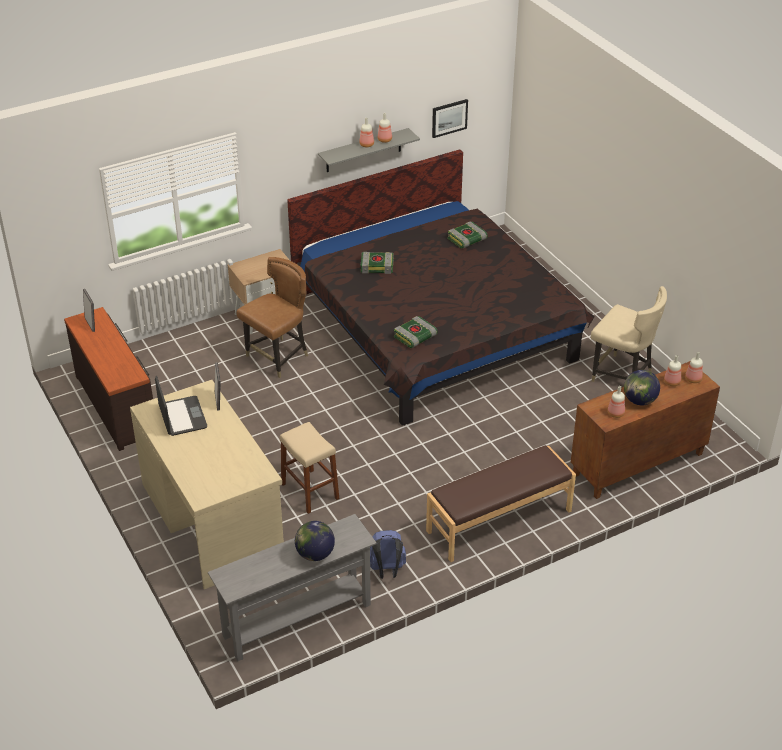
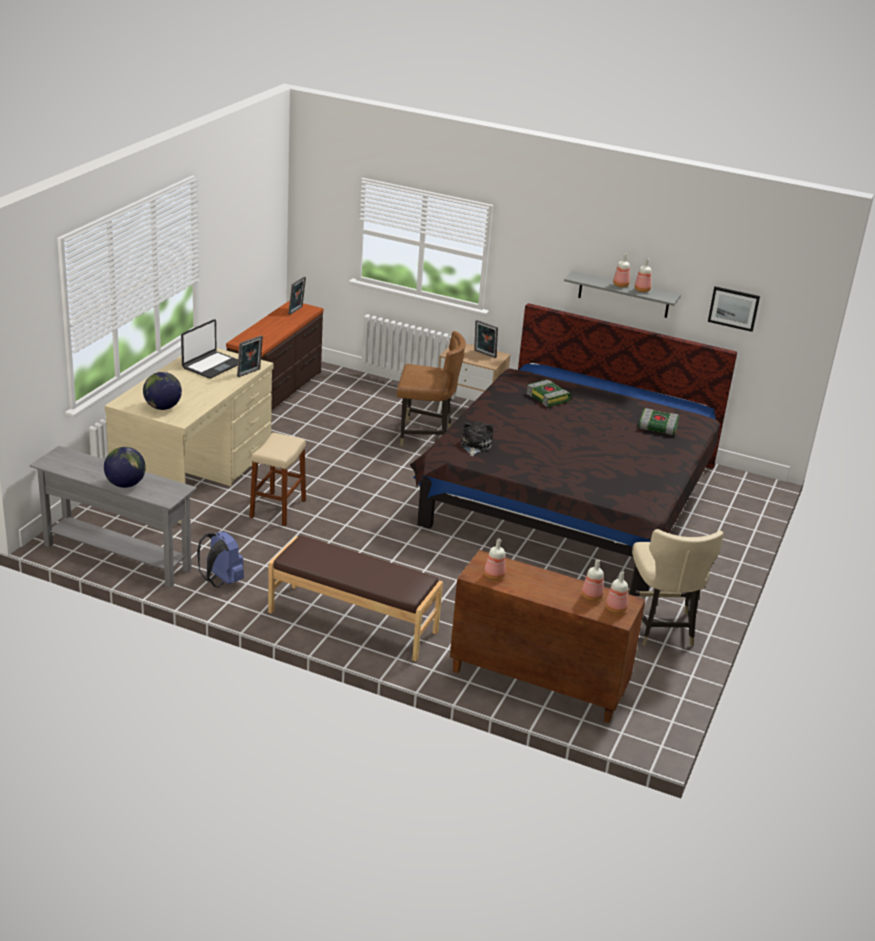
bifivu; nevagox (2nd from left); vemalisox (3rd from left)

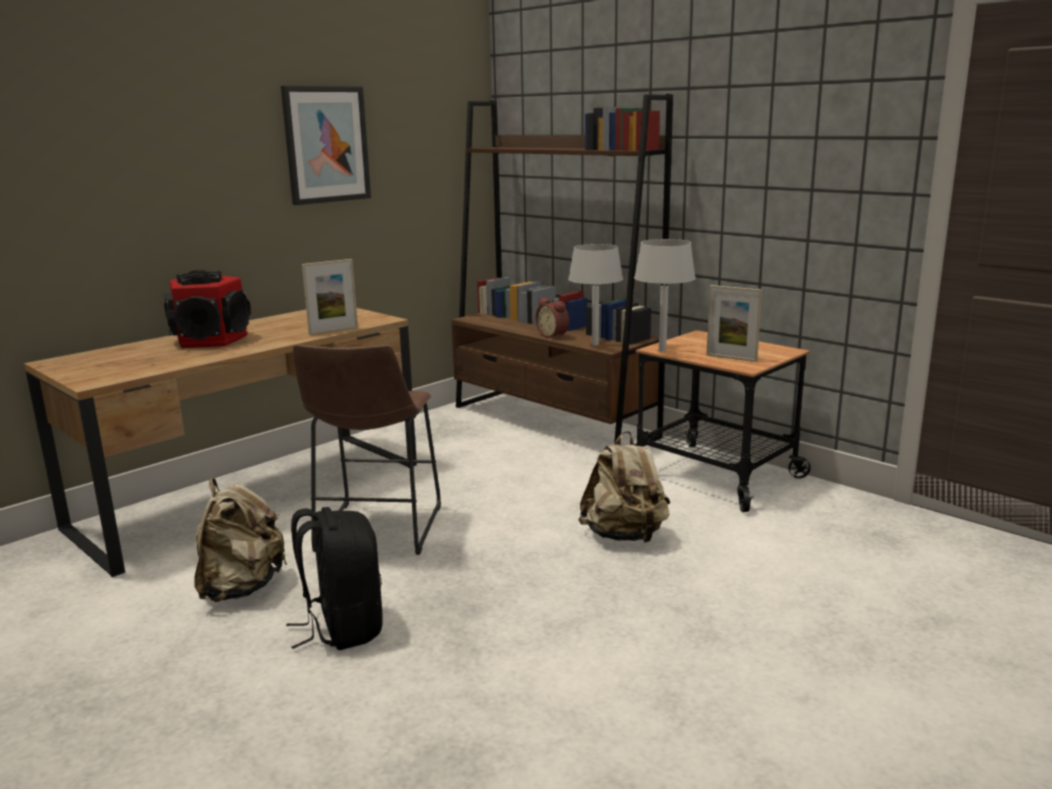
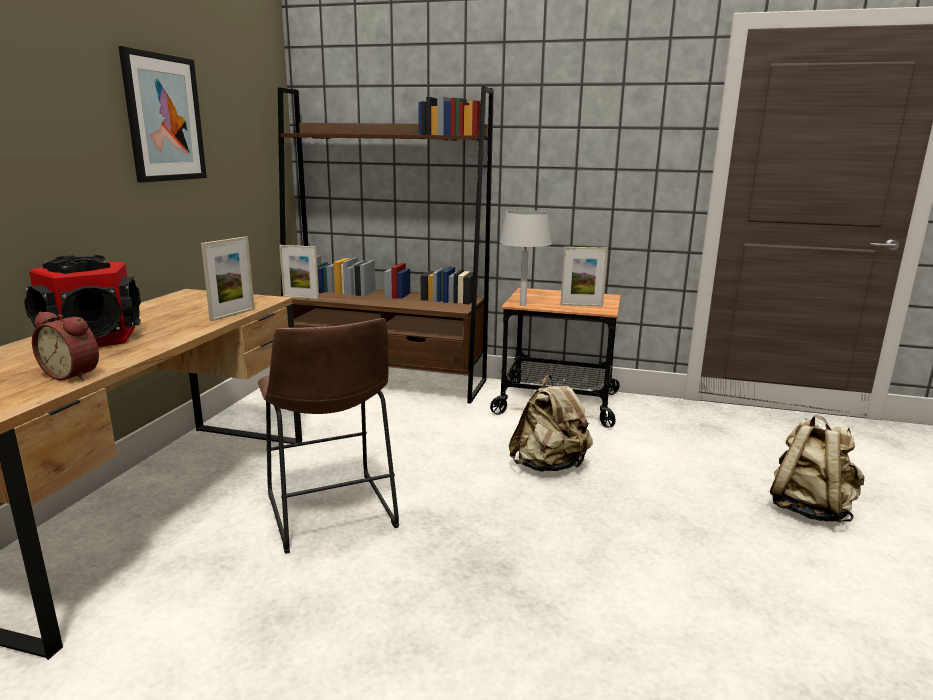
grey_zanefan (1st from left in the first image); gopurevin; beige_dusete (2nd from left); black_dusete; vemalisox (2nd from left)

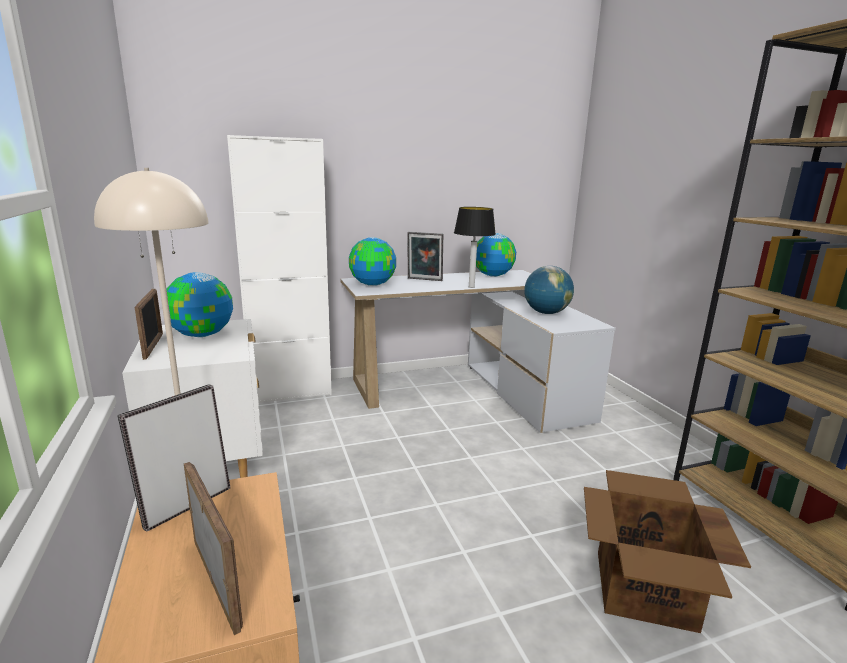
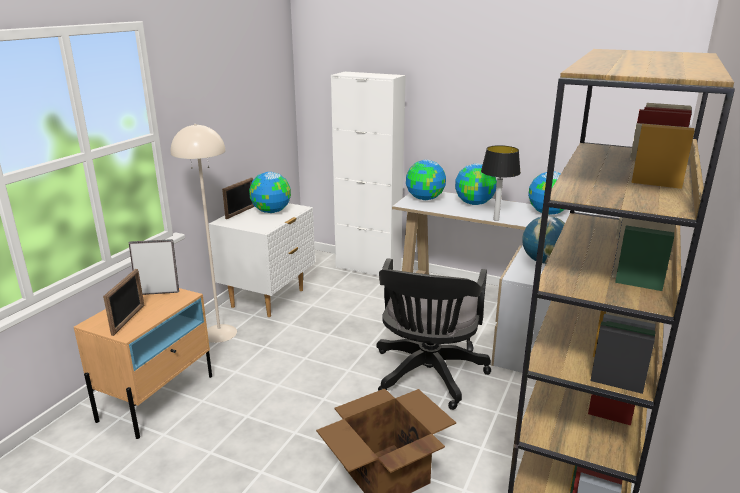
nevagox (3rd from left); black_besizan

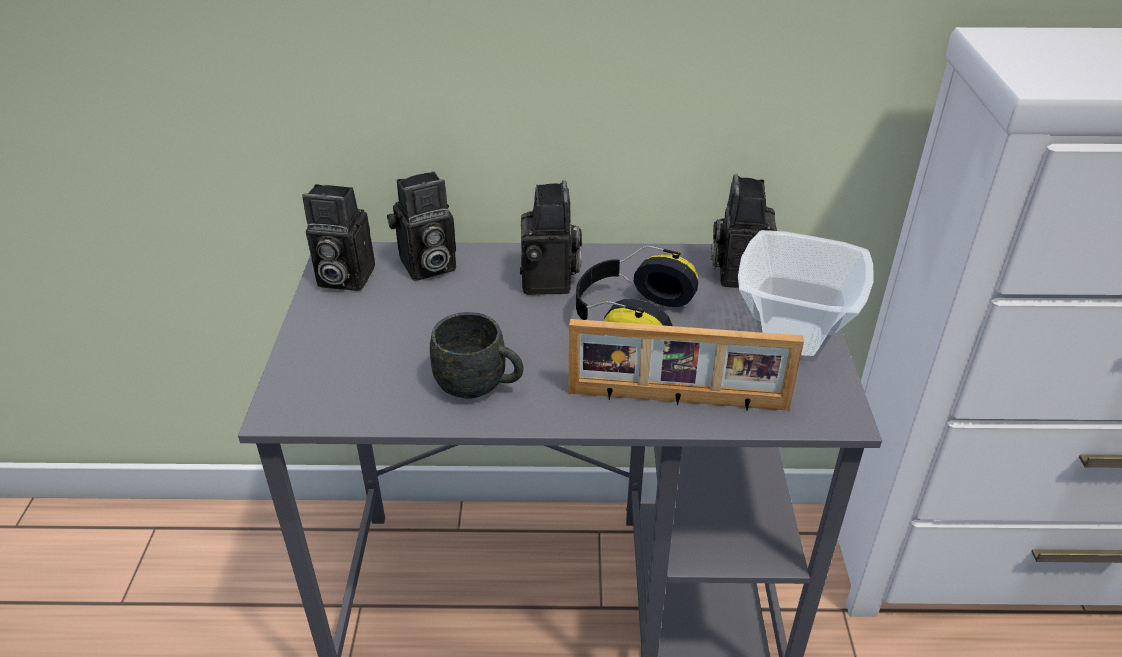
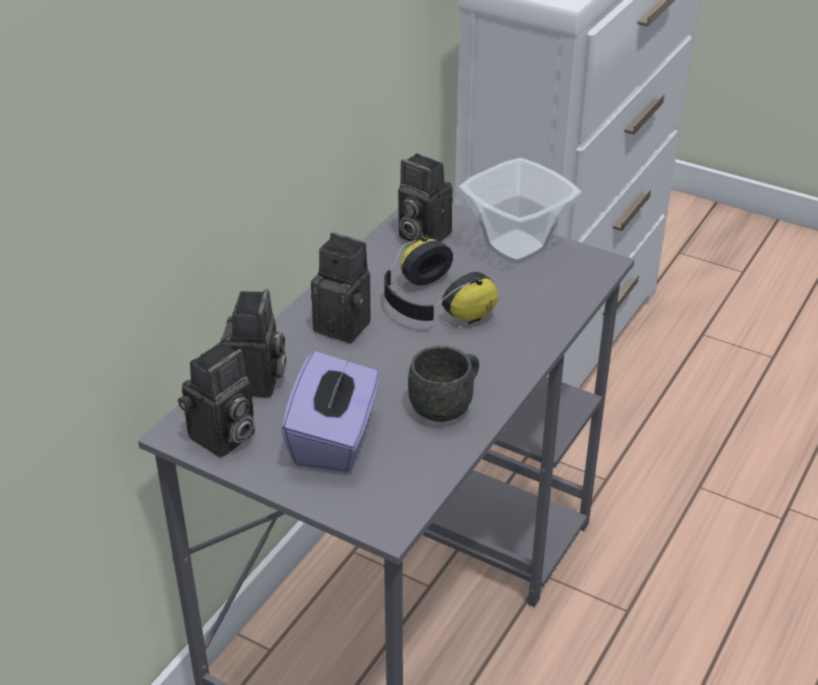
vemalisox; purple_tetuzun

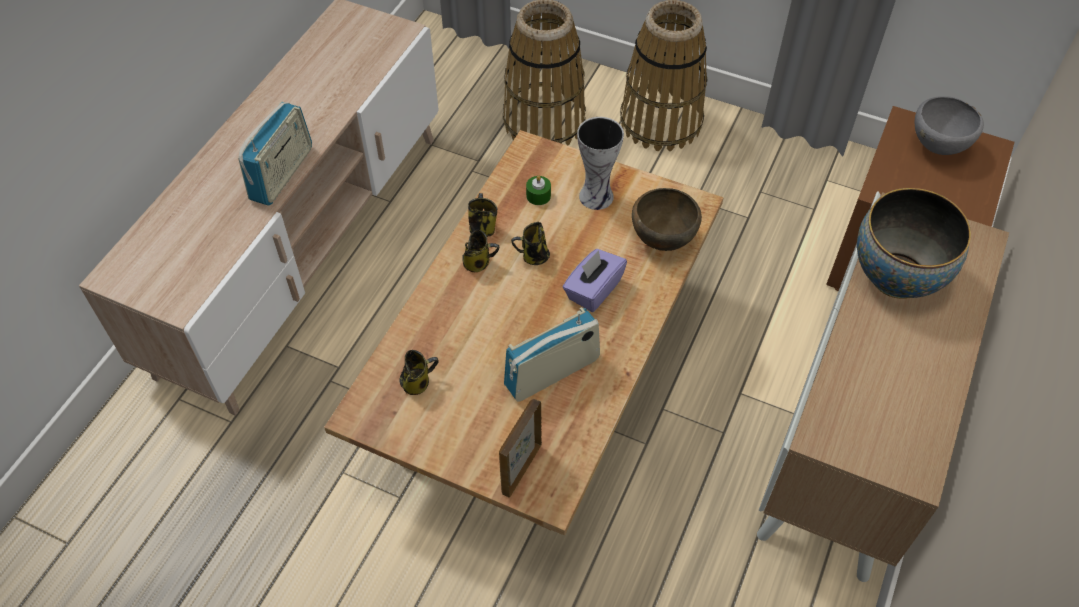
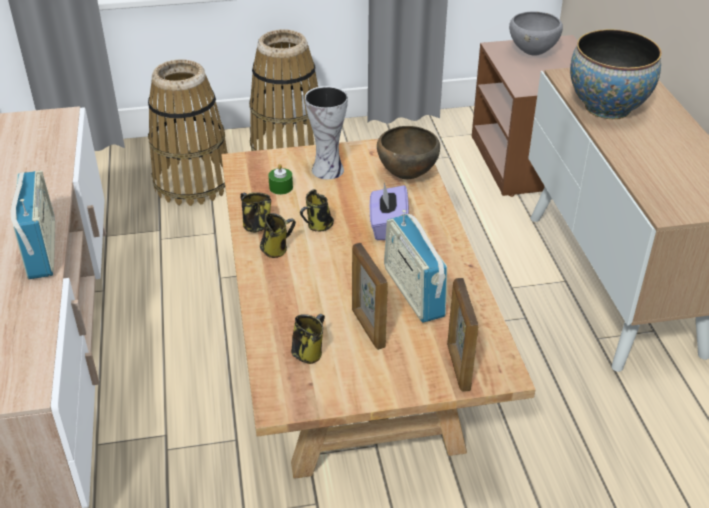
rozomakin (2nd from left); vemalisox (1st from left)

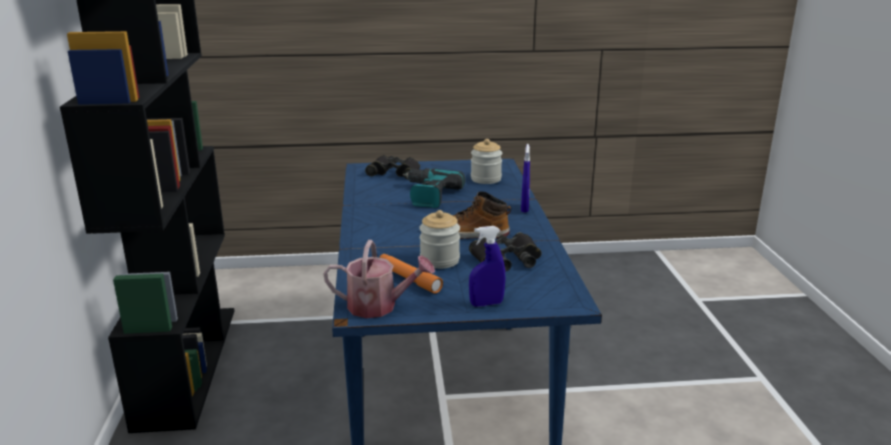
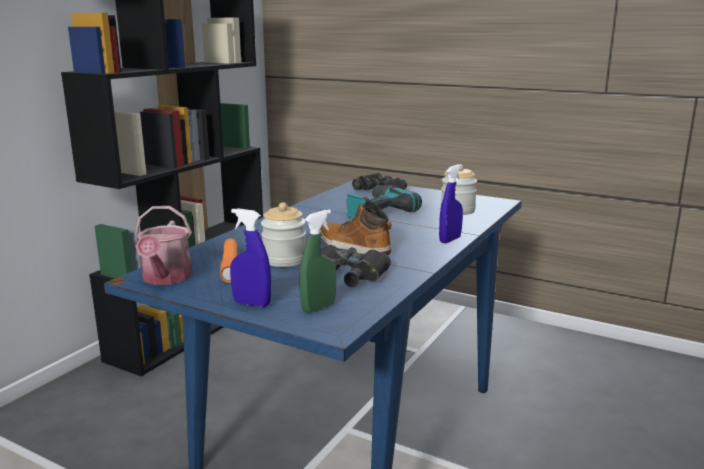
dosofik; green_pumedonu

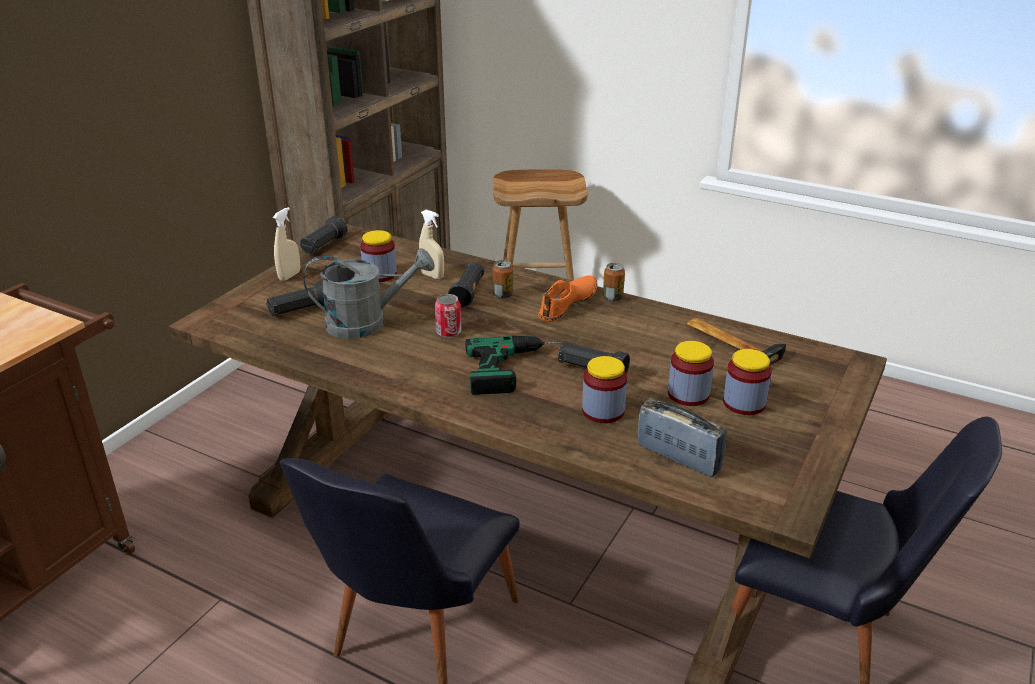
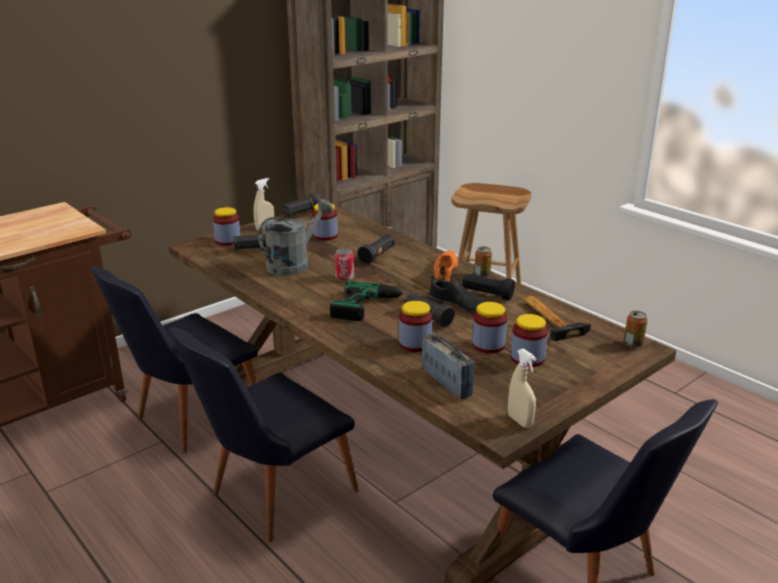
beige_pumedonu (2nd from left); grey_dosofik; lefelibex (3rd from left); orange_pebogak; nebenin (1st from left); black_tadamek (1st from left); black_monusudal (5th from left); black_pebogak

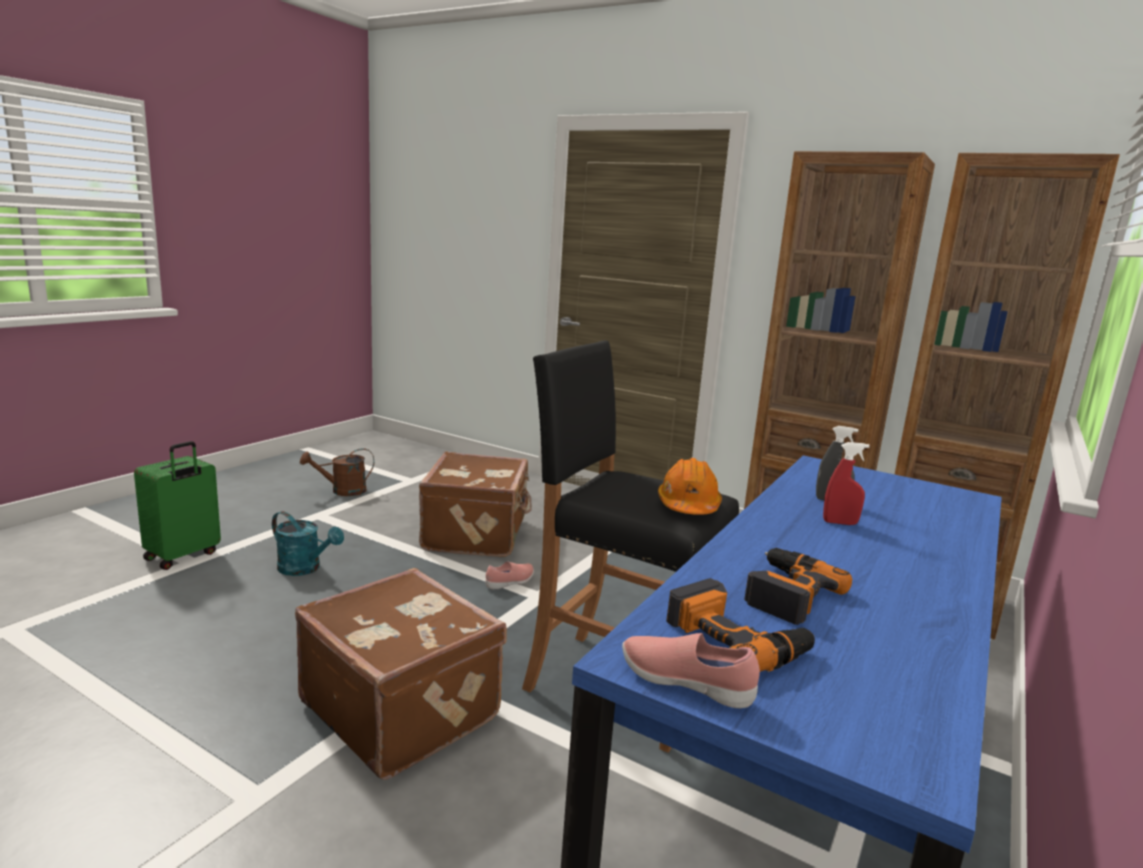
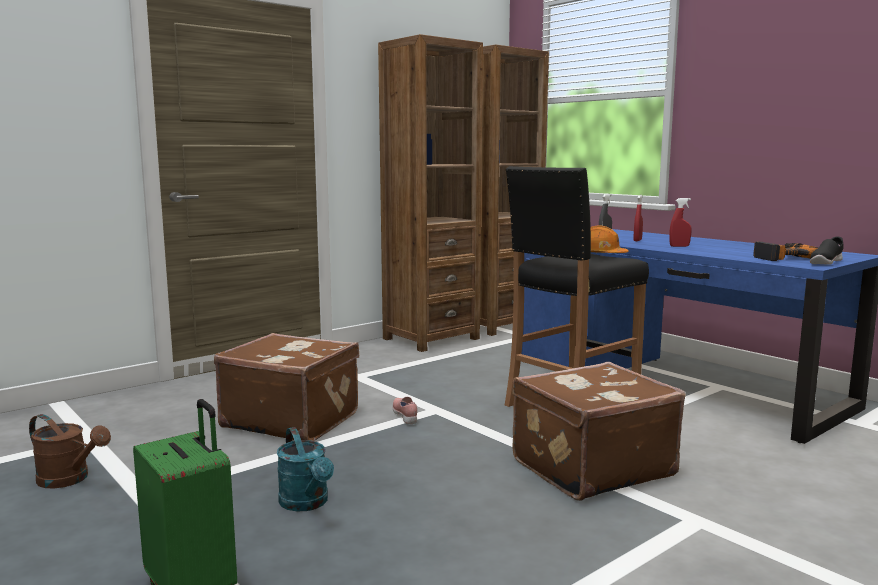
brown_dosofik; turquoise_dosofik; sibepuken (2nd from left in the first image); black_pebogak; red_pumedonu (2nd from left)

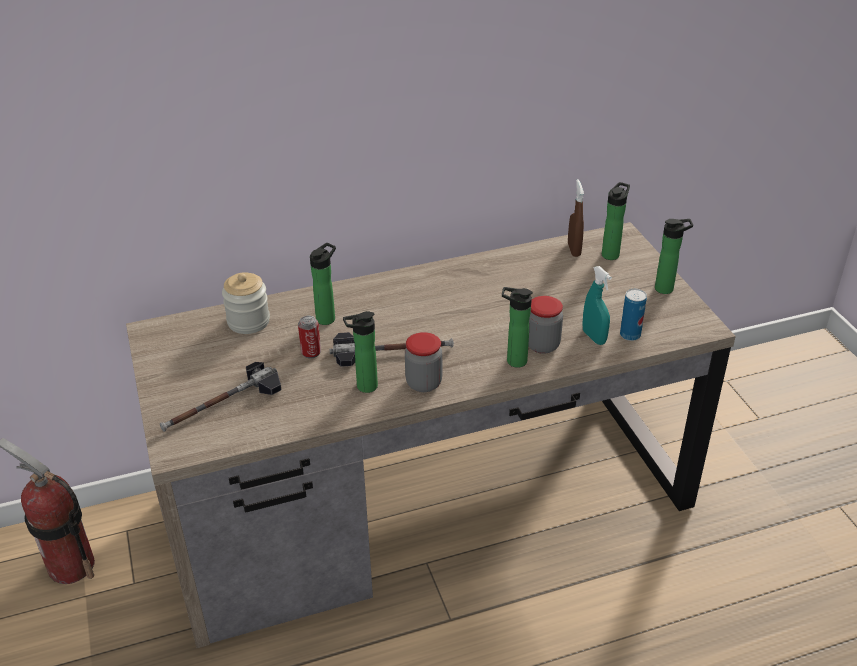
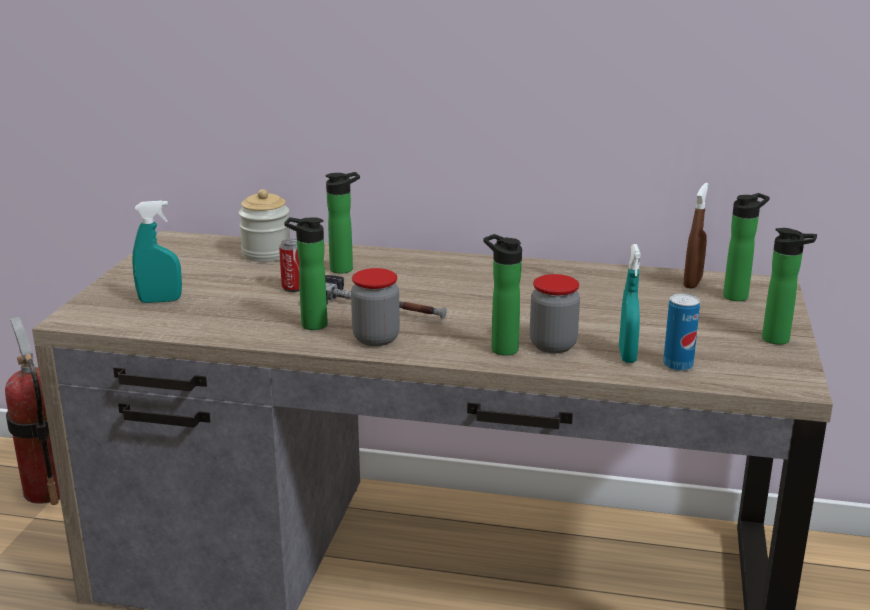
turquoise_pumedonu (1st from left)

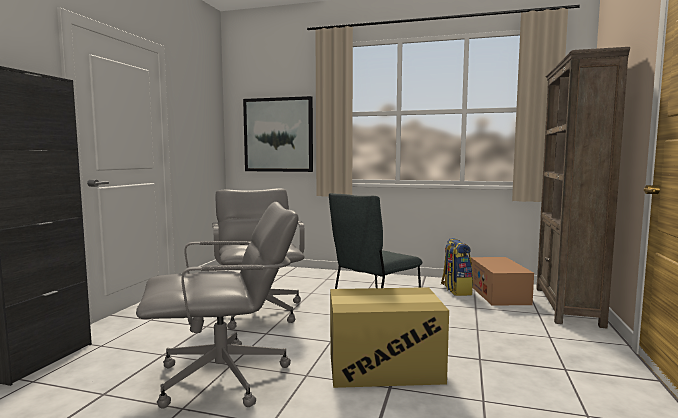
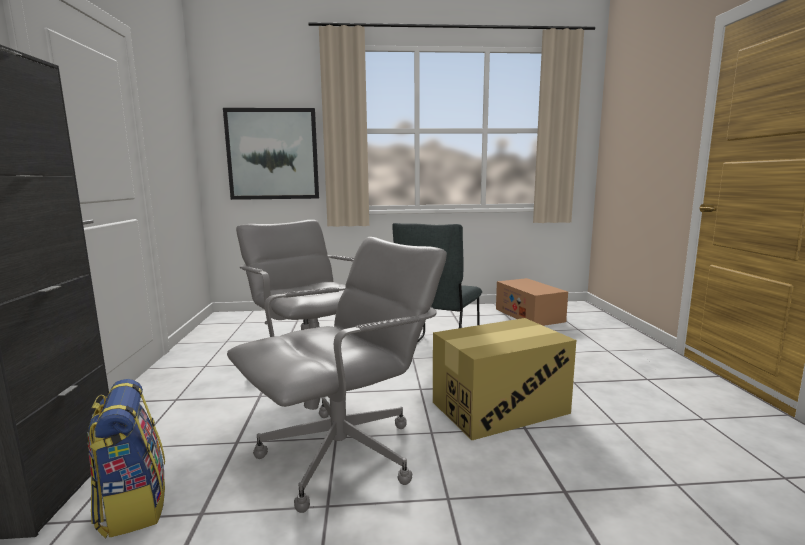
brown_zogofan; dusete

